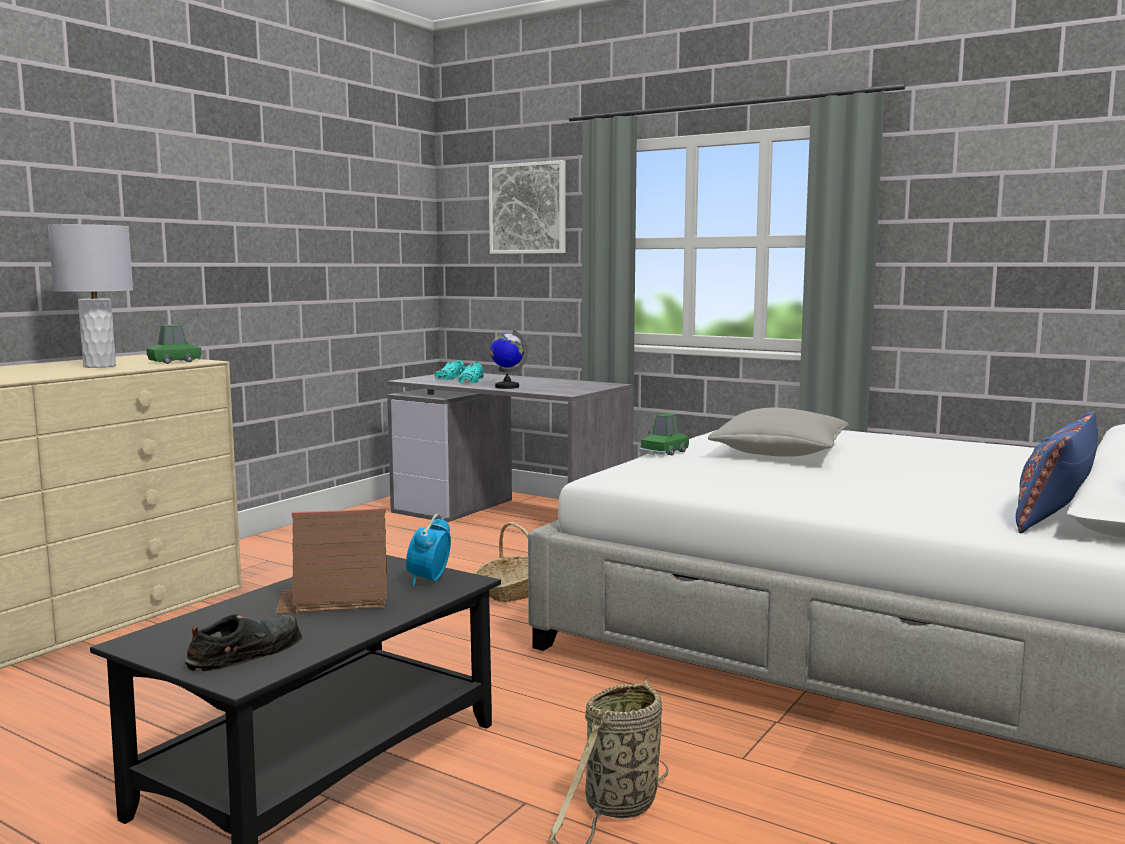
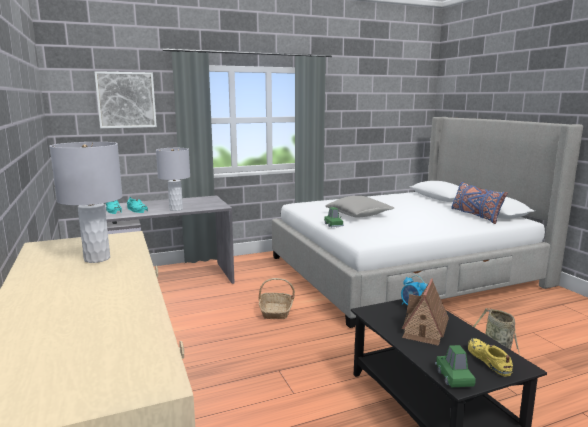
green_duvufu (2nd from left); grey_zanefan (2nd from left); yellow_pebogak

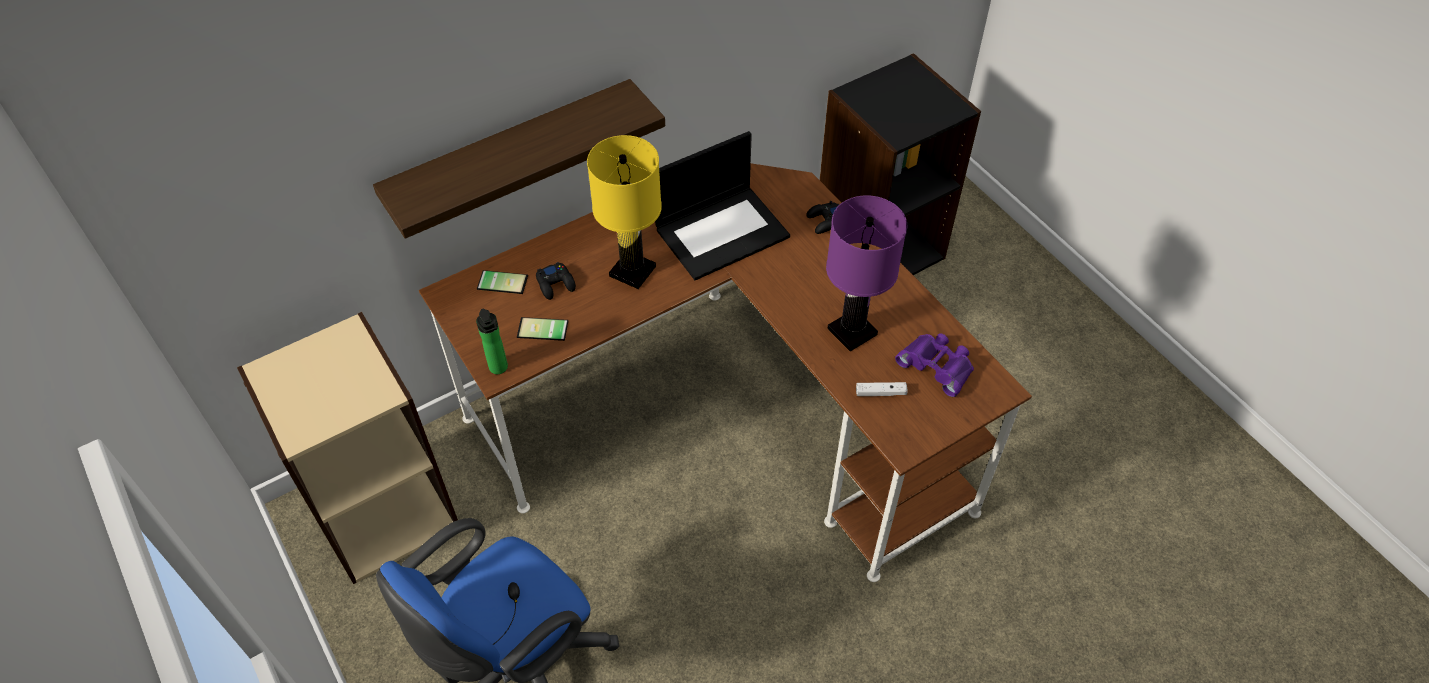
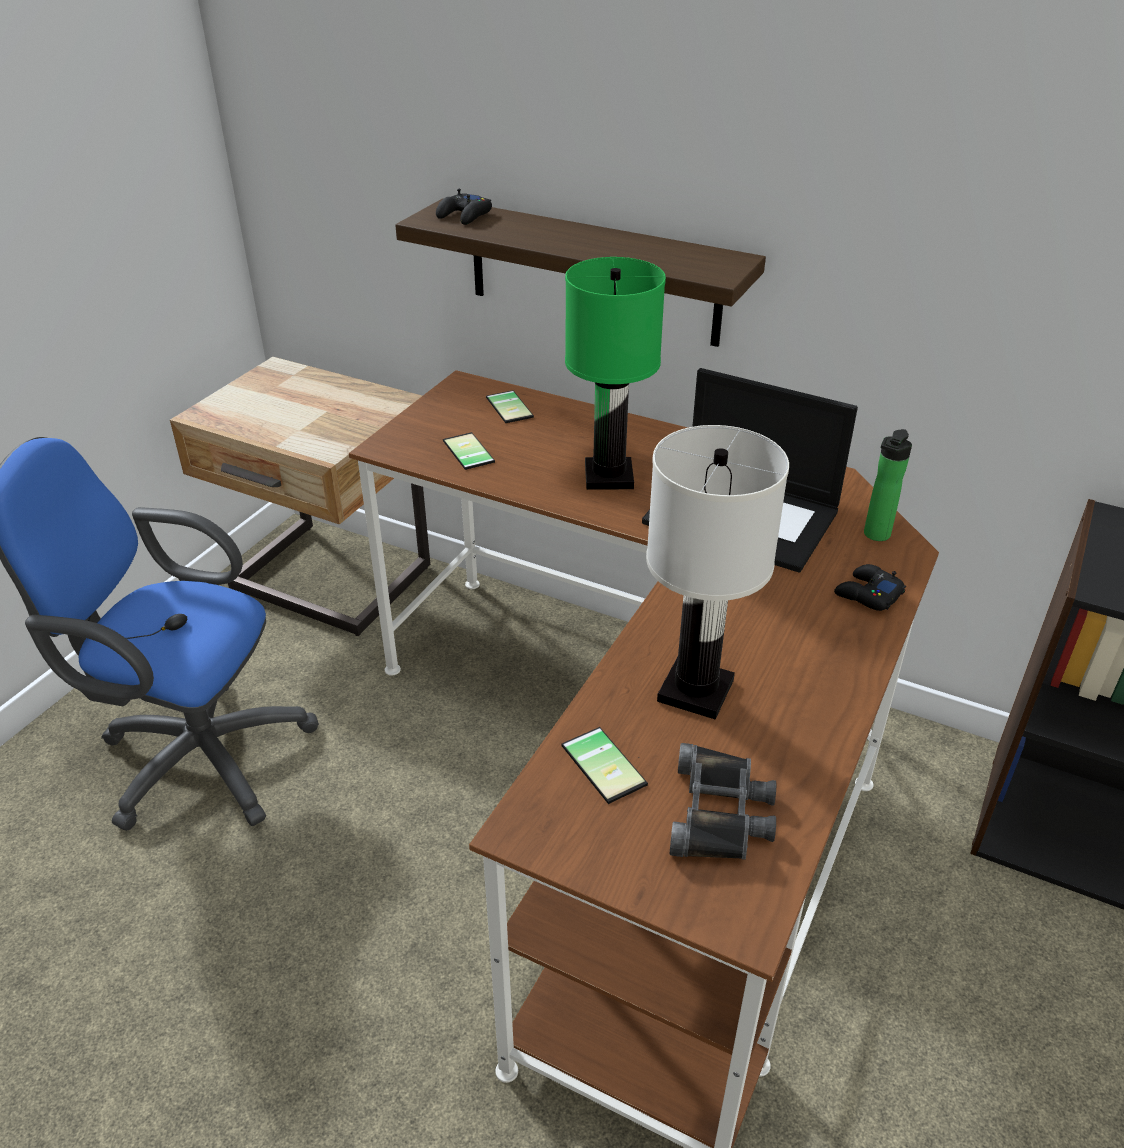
green_zanefan; white_zanefan; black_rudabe (1st from left); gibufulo; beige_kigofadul; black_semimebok; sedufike (3rd from left)

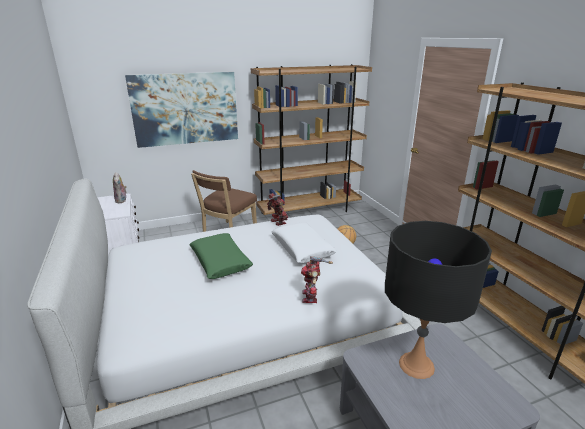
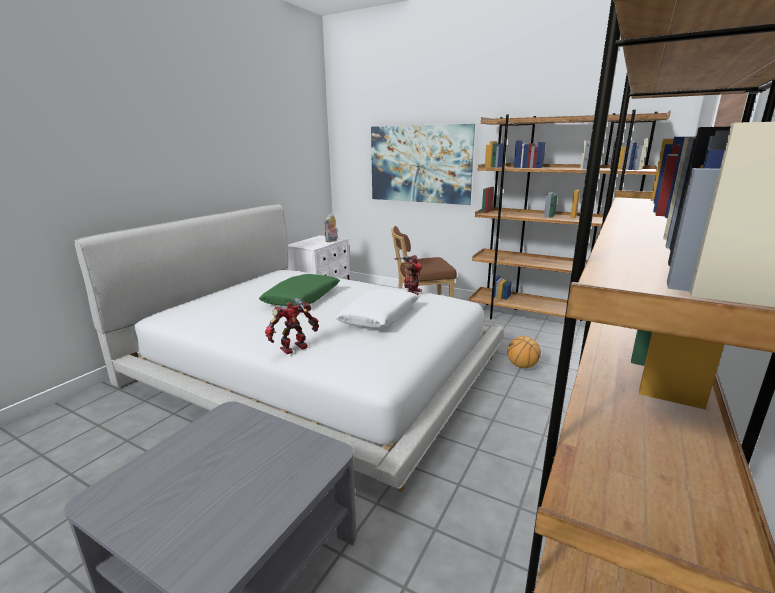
black_zanefan

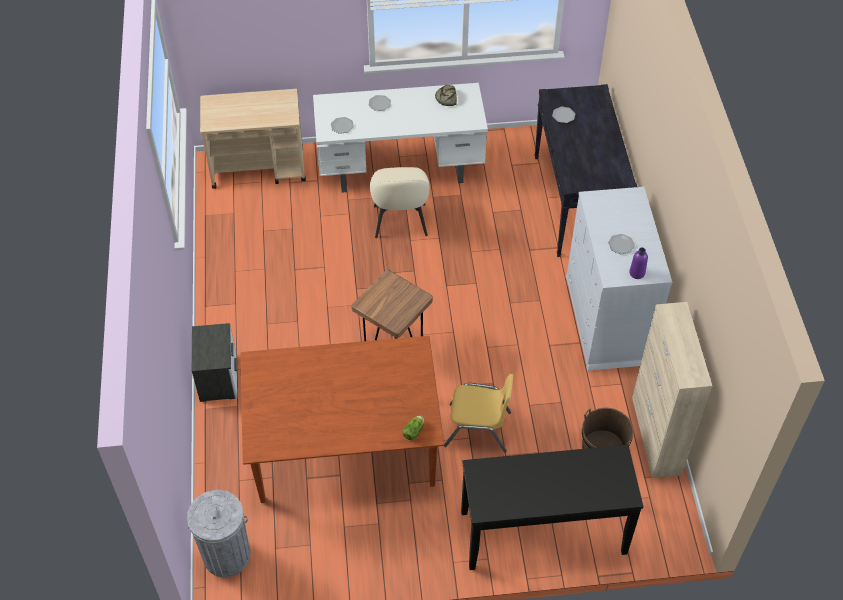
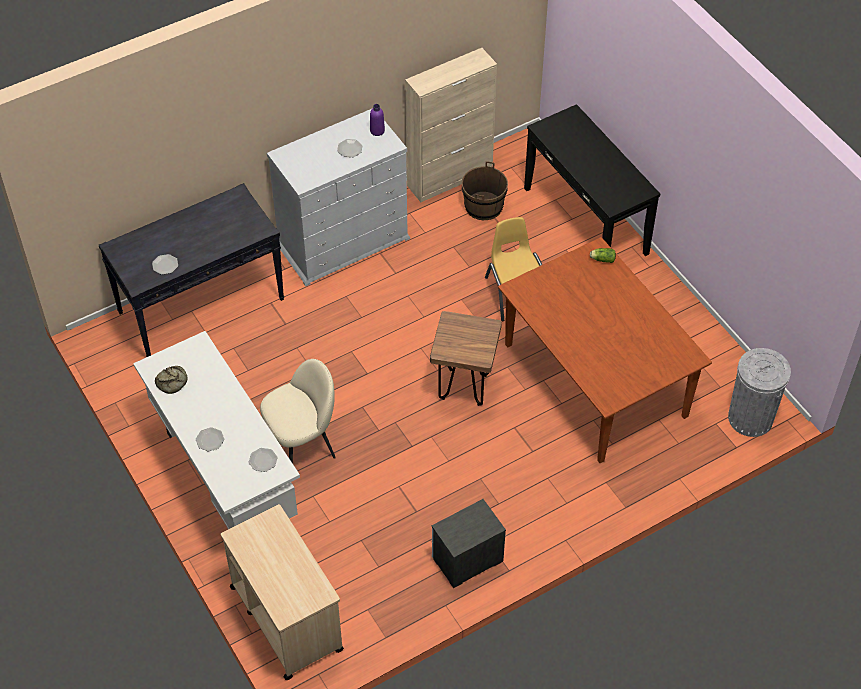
kigofadul

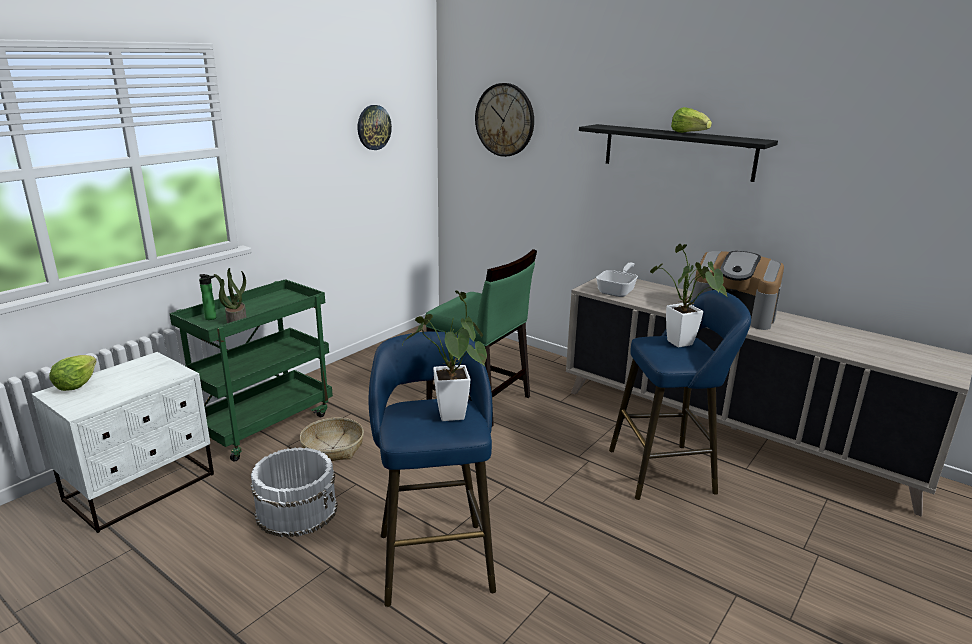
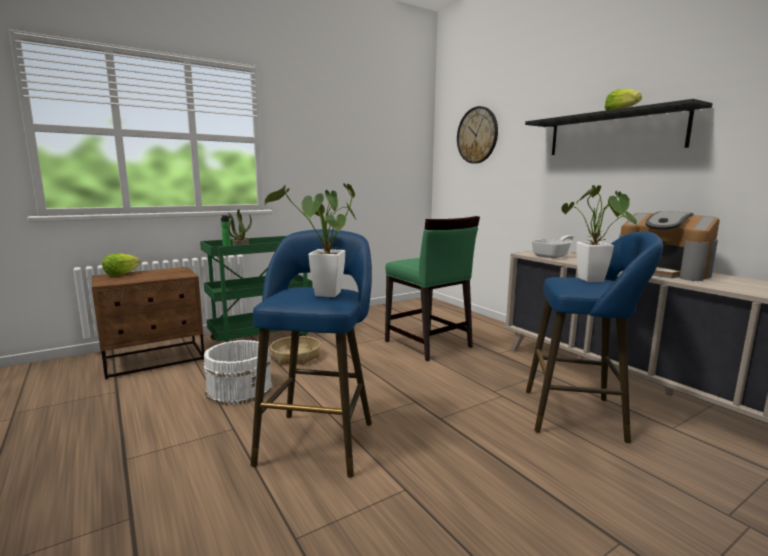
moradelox (1st from left in the first image); brown_kigofadul

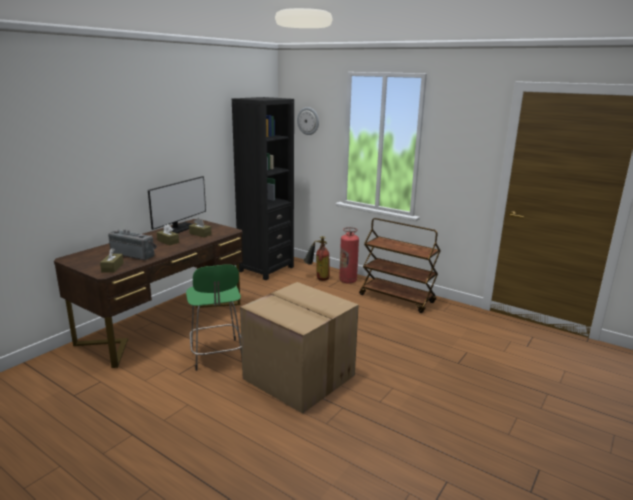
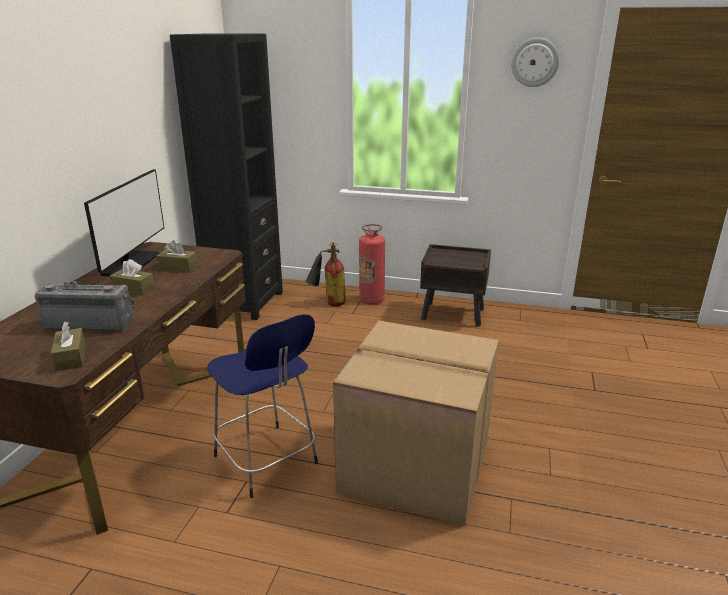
moradelox; brown_kigofadul; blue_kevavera

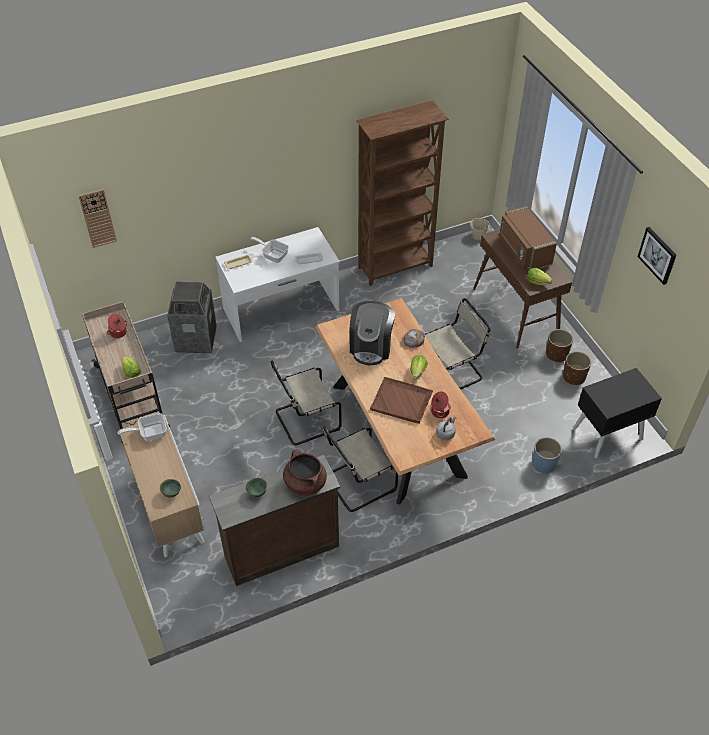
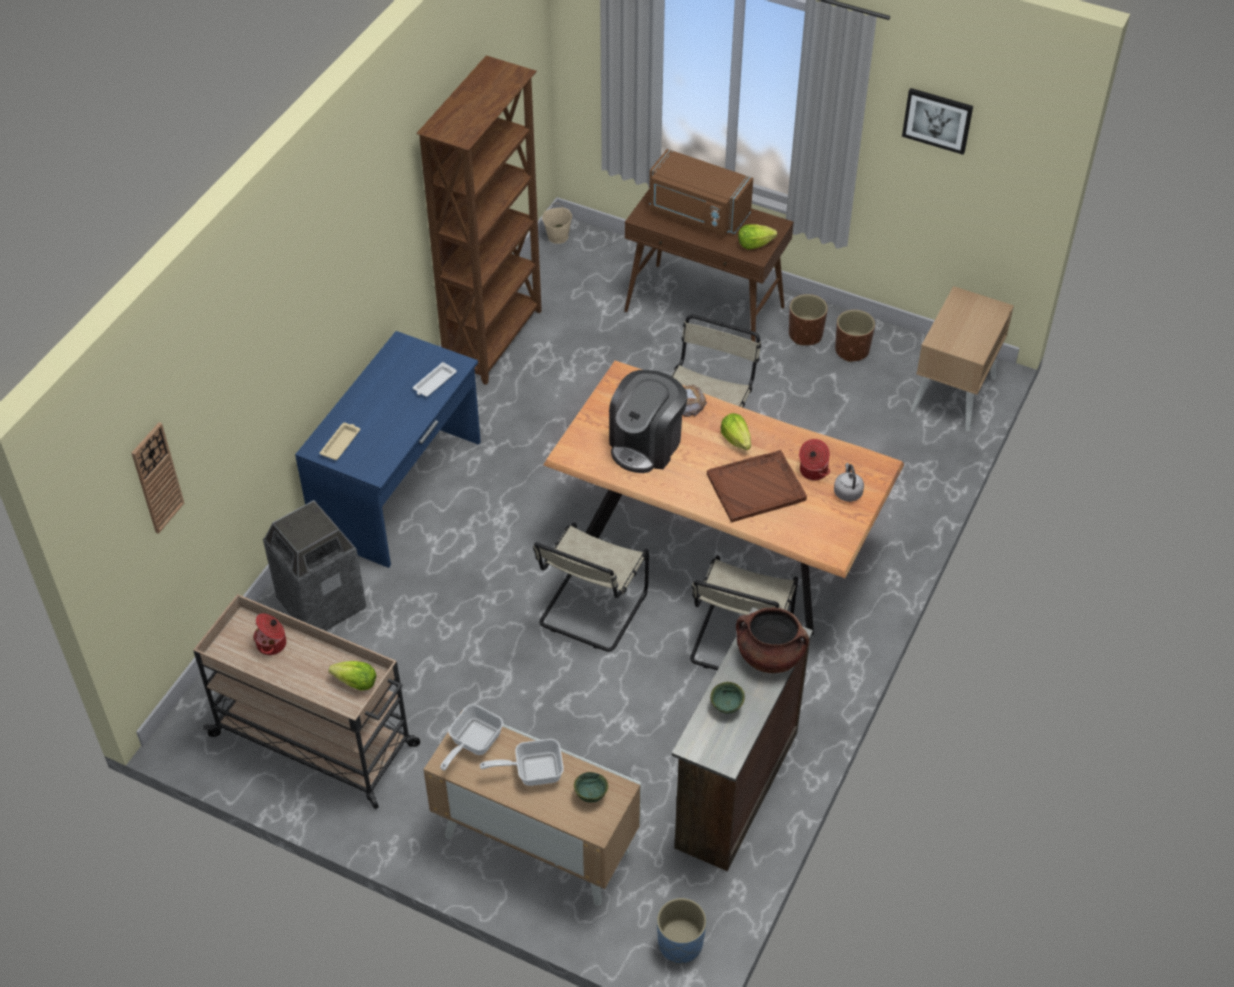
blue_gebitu; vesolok (2nd from left); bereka; beige_kigofadul; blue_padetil

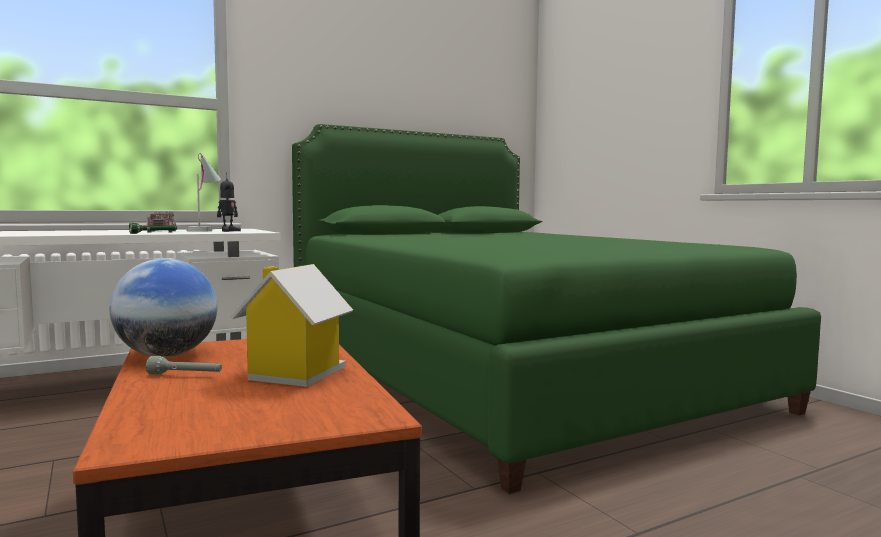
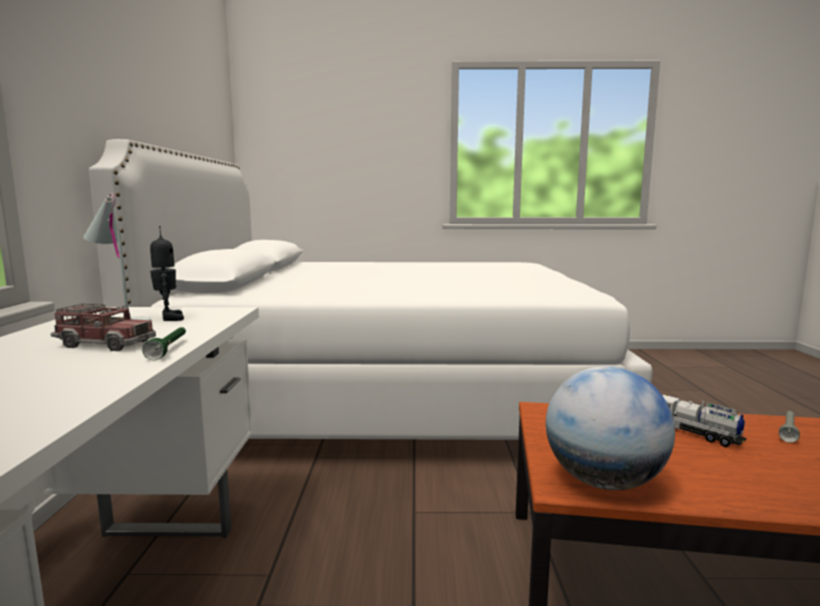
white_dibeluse; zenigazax (2nd from left); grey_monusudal

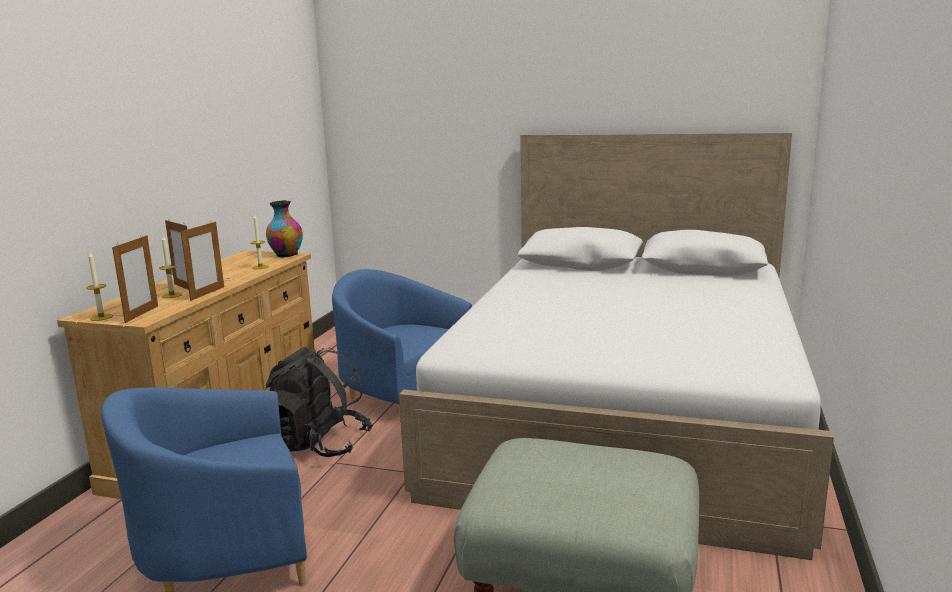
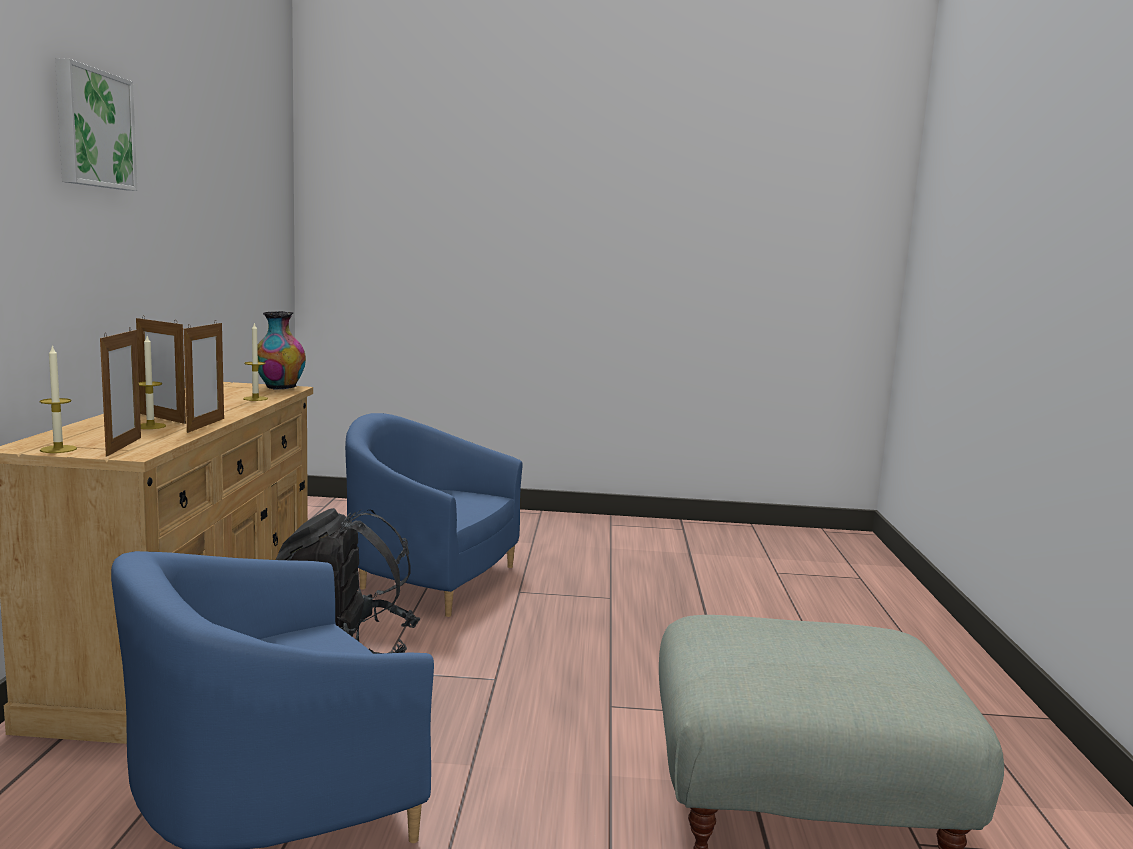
white_dibeluse; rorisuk

